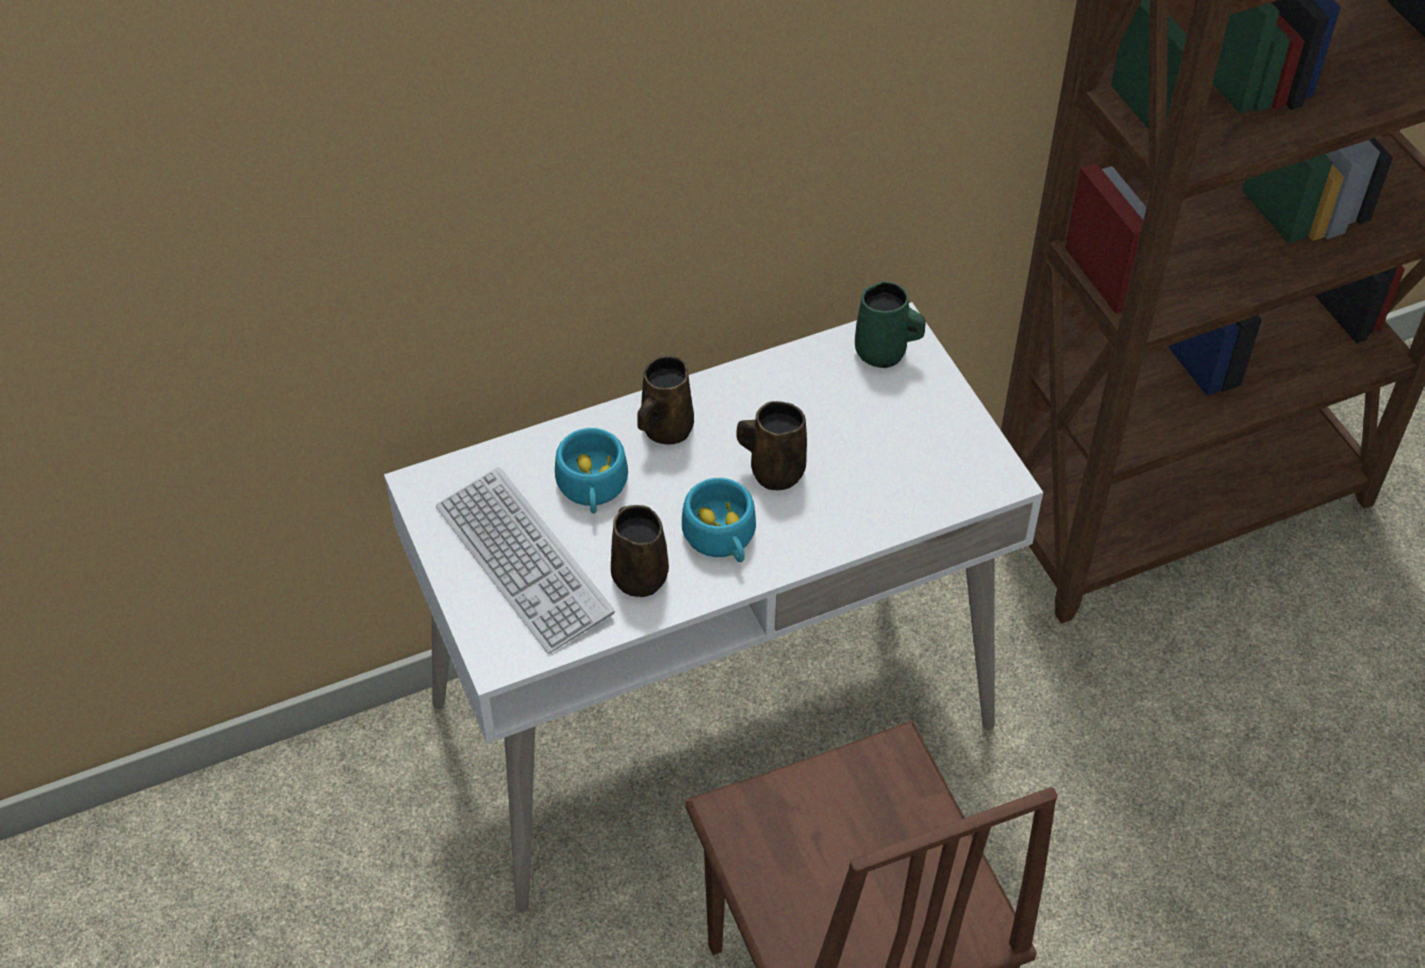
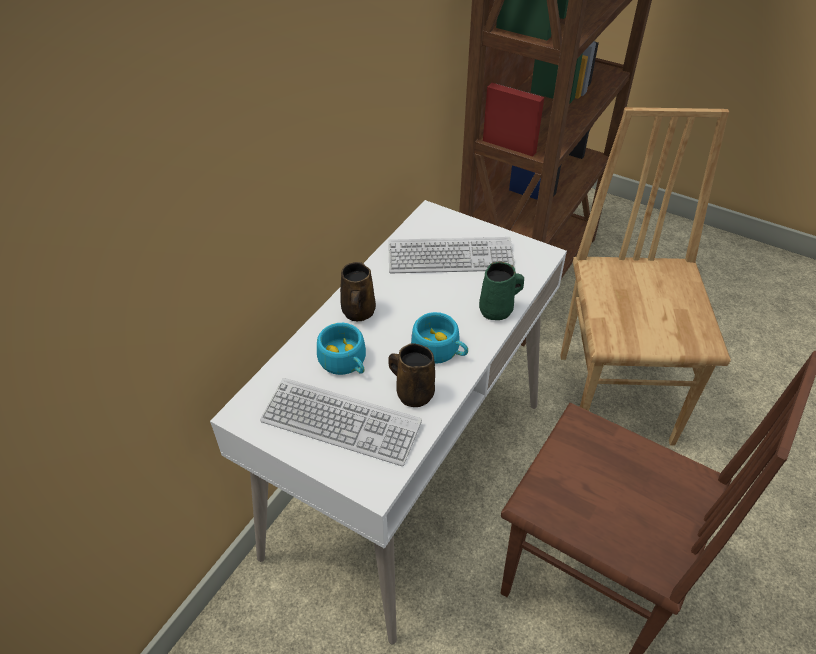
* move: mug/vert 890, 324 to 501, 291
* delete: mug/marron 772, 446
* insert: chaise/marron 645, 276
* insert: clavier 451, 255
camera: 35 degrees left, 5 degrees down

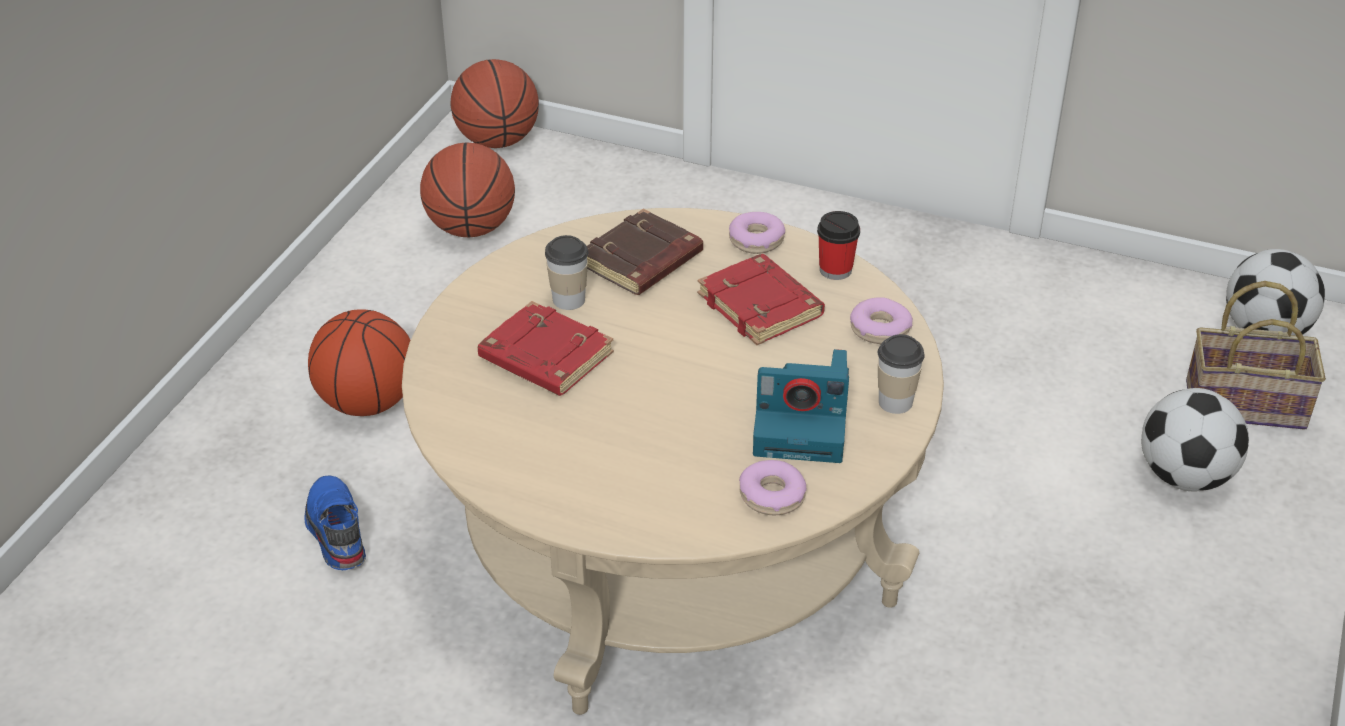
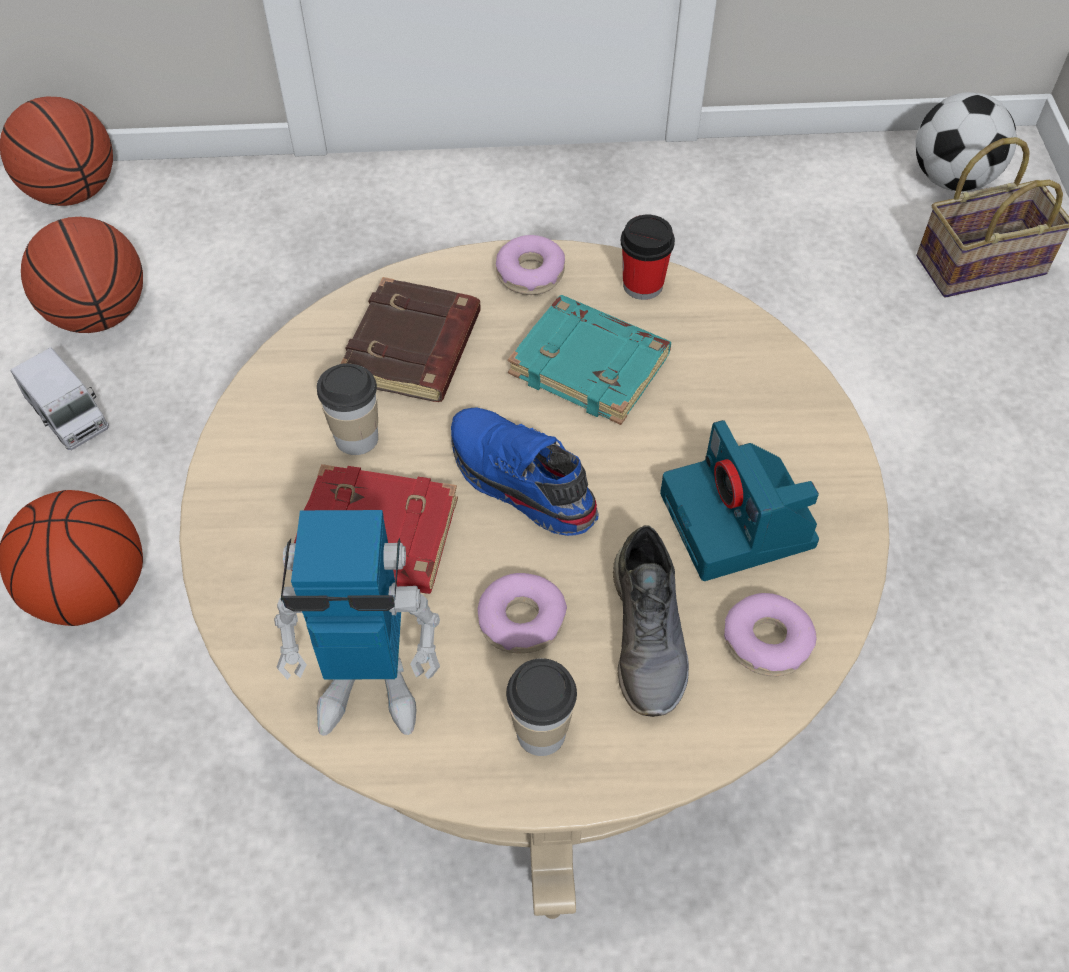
* recolor: livre/rouge 761, 299 to livre/turquoise 589, 360
* move: beignet 881, 320 to 522, 613
* move: tasse 901, 374 to 541, 707
* rotate: appareil photo 801, 406 = 739, 500 90 degrees clockwise
* delete: ballon de foot 1195, 439
* move: chaussure/bleu 335, 523 to 525, 471
* insert: camion jouet 60, 398
* insert: robot jouet 357, 623
* insert: chaussure/gris 651, 621
camera: 25 degrees left, 15 degrees up

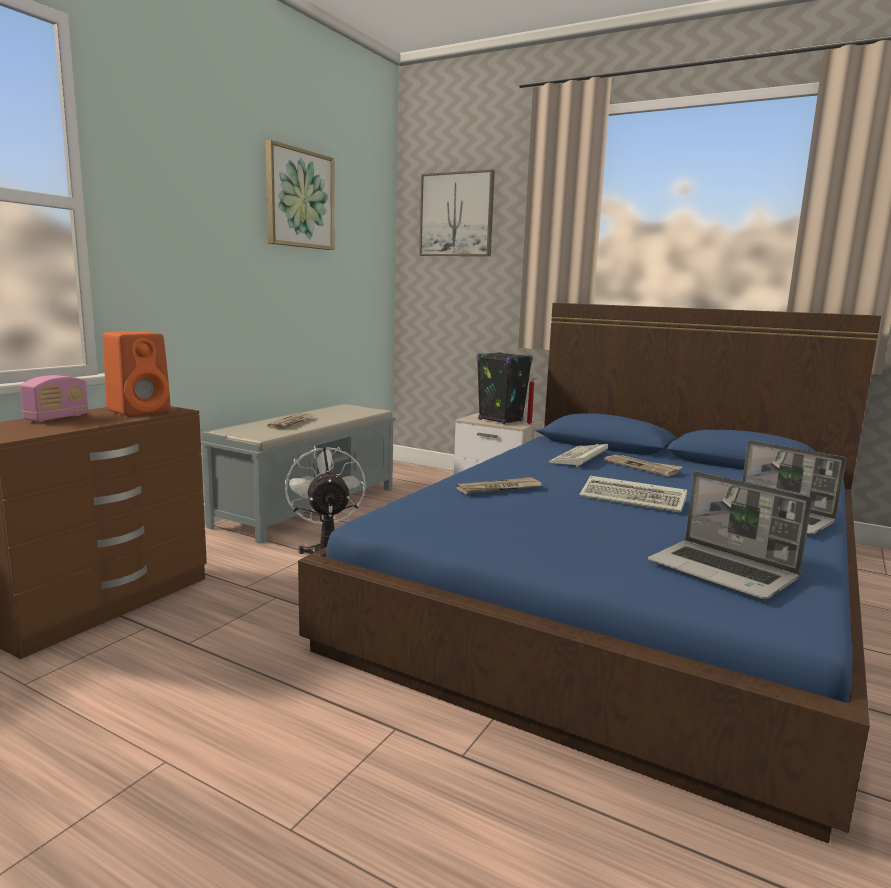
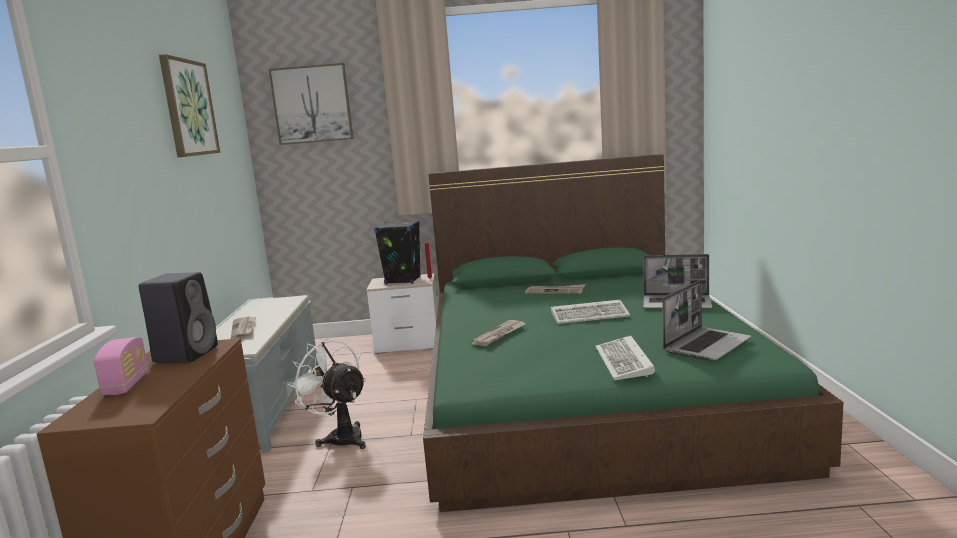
* recolor: lit/bleu 589, 573 to lit/vert 633, 333
* recolor: enceinte/orange 137, 373 to enceinte/noir 178, 317
* move: clavier 578, 455 to 625, 357
* rotate: ordinateur portable 730, 535 = 706, 320 60 degrees counterclockwise
camera: 30 degrees left, 0 degrees up

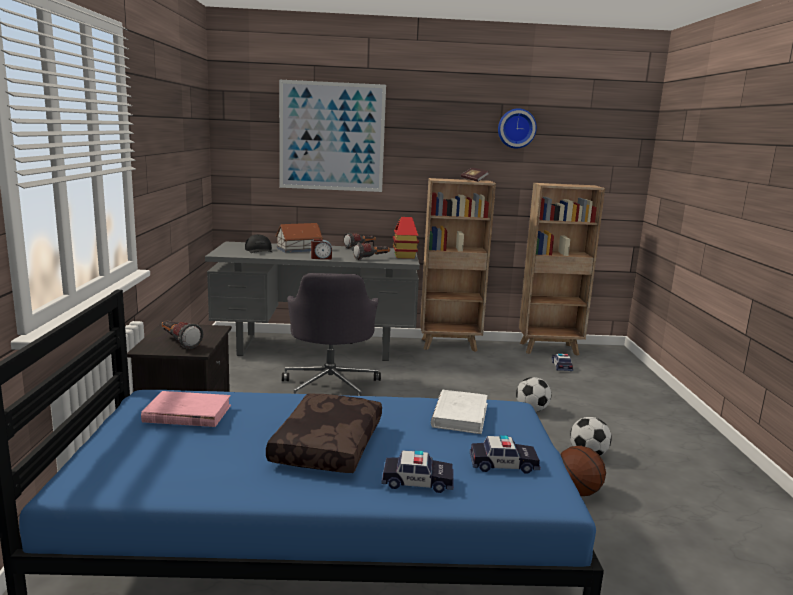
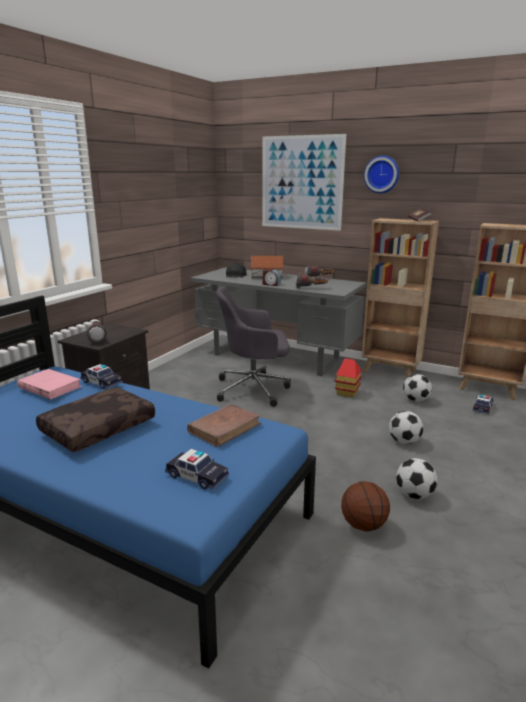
* move: horloge murale 517, 128 to 381, 174
* move: maison miniature 406, 238 to 348, 378
* rotate: chaise de bureau/gris 331, 334 = 253, 347 60 degrees clockwise
* recolor: livre/blanc 459, 412 to livre/marron 224, 425
* move: petite voiture 417, 471 to 101, 376
* insert: ballon de foot 417, 388
camera: 30 degrees right, 5 degrees up

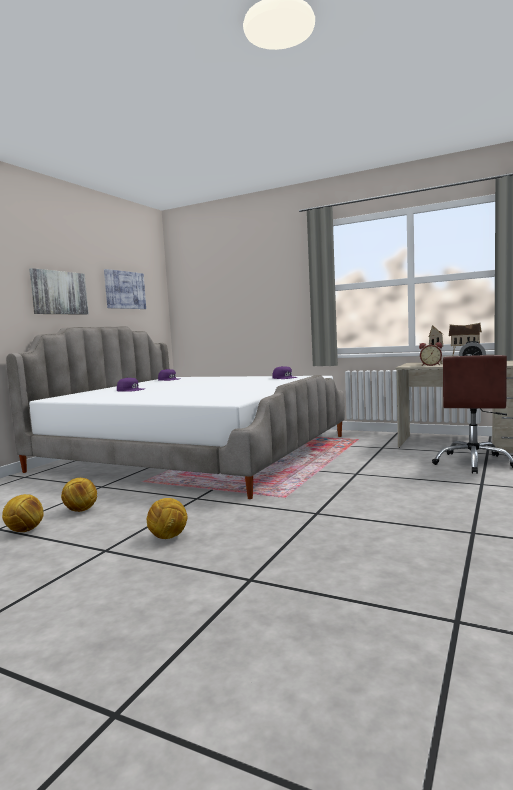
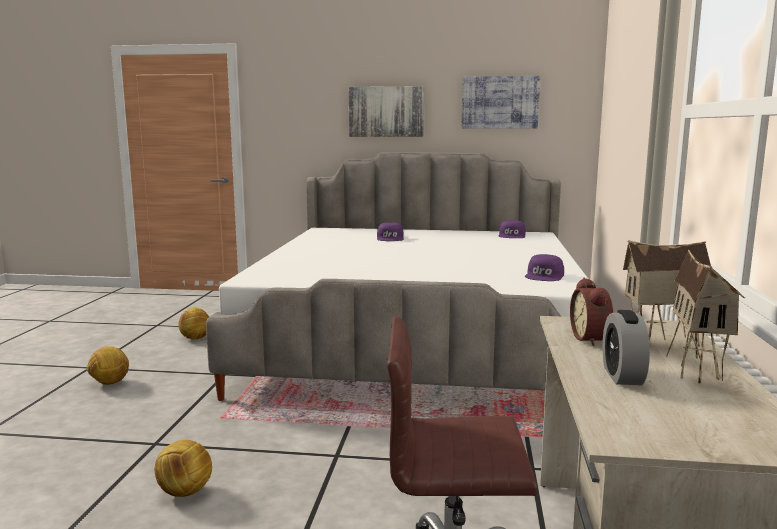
* move: ballon de foot 23, 513 to 183, 468
camera: 70 degrees right, 5 degrees up

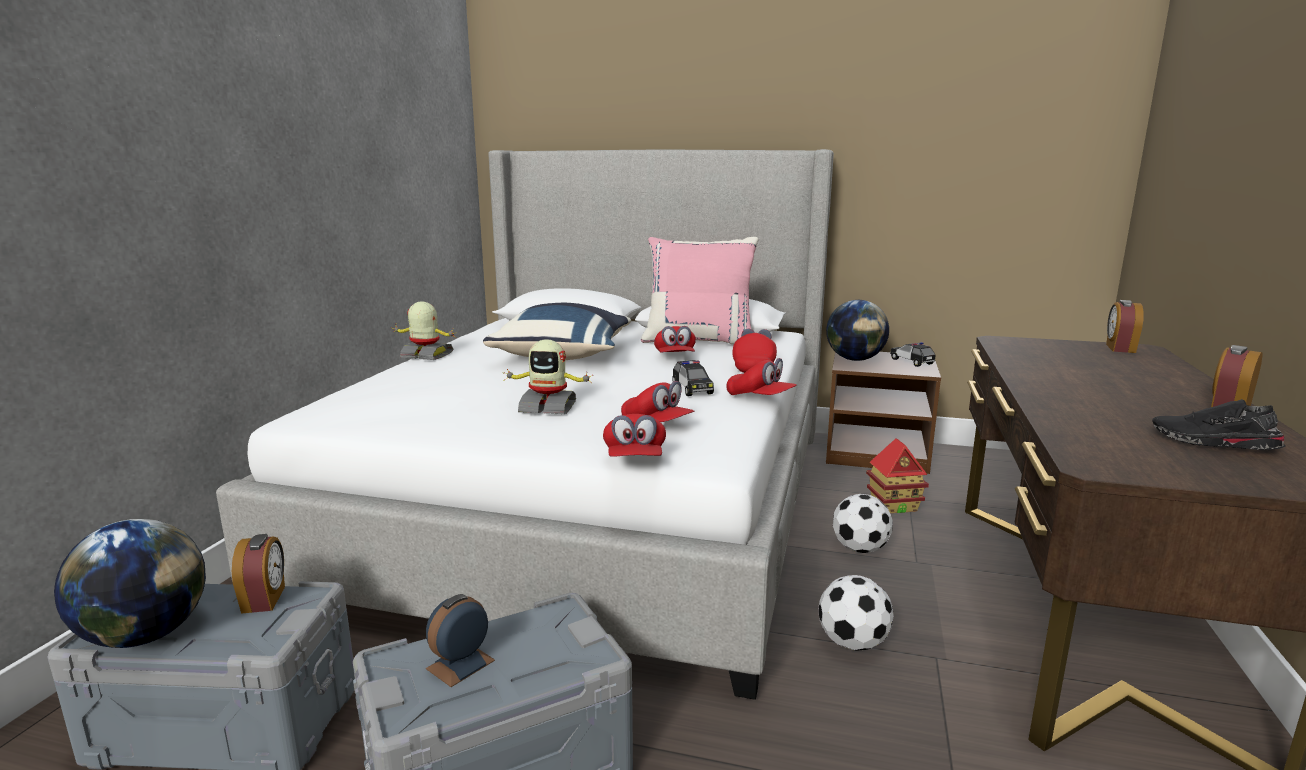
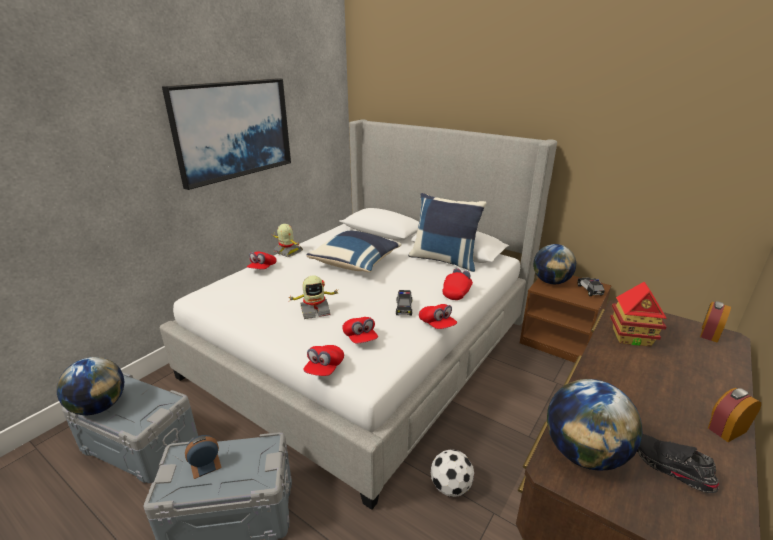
* recolor: coussin/rose 700, 290 to coussin/bleu 447, 232
* move: casquette/rouge 675, 339 to 262, 260
* rotate: robot jouet 548, 376 = 313, 297 45 degrees counterclockwise
* move: maison miniature 897, 475 to 638, 314
* delete: ballon de foot 863, 523
* delete: réveil 258, 574
* insert: tableau 226, 134
* insert: globe 594, 424
camera: 20 degrees right, 10 degrees up

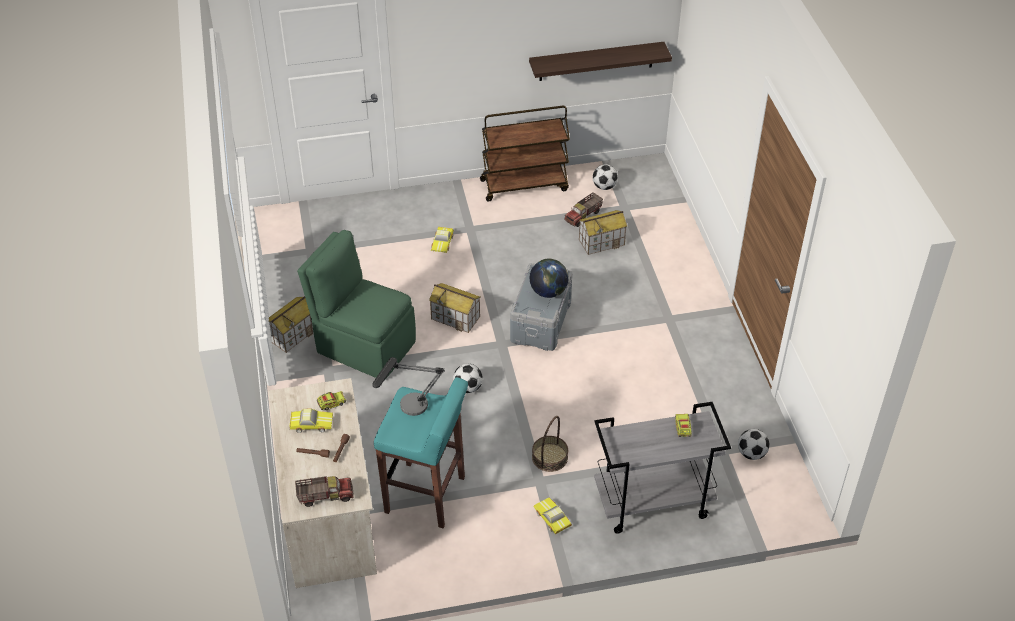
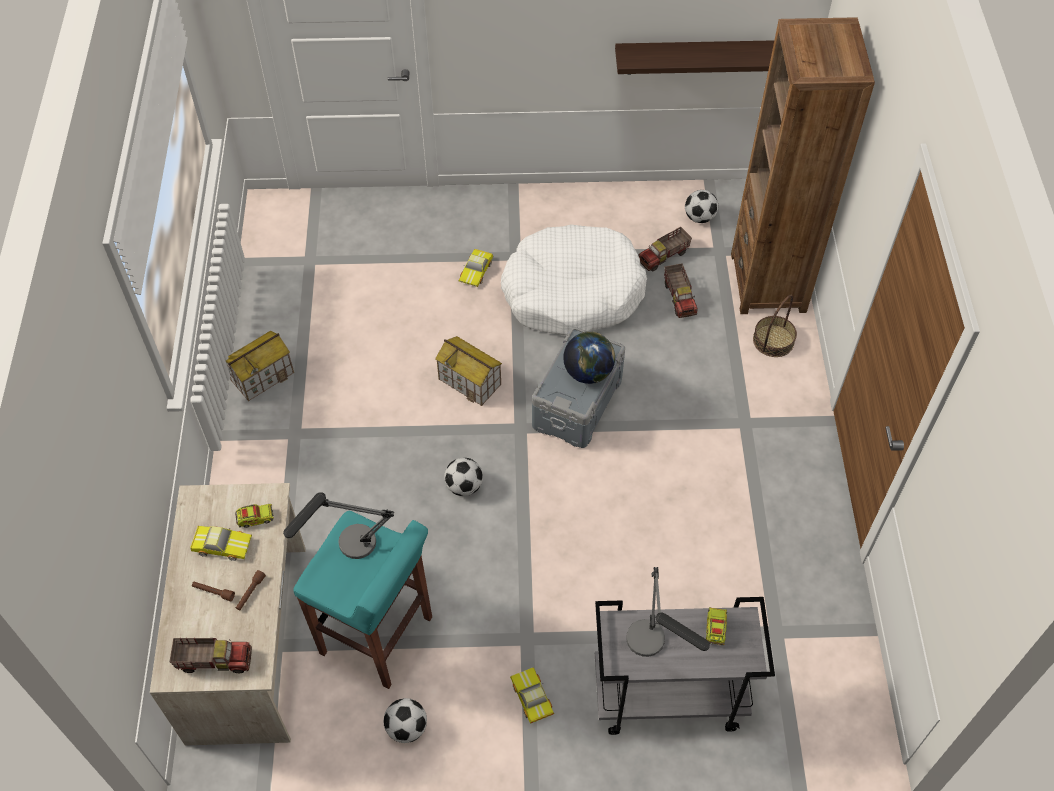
* delete: chariot/marron 525, 154
* replace: maison miniature 603, 232 to camion jouet 681, 290
* delete: chaise/vert 356, 304
* move: panier 550, 444 to 775, 326
* move: ballon de foot 753, 444 to 405, 720
* insert: bibliothèque/marron 803, 165
* insert: panier pour chien/blanc 574, 279
* insert: lampe de table 668, 612
camera: 10 degrees right, 10 degrees up

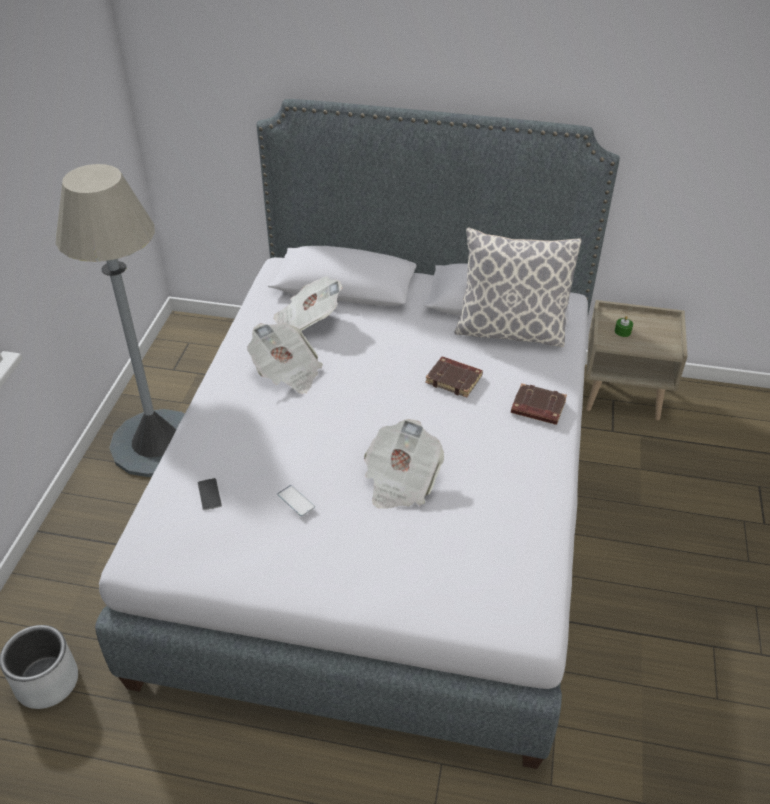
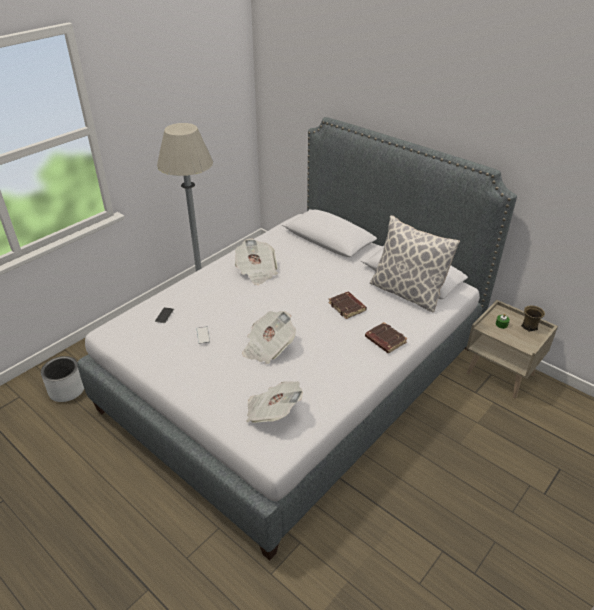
* move: journal 308, 303 to 274, 402
* insert: mug/marron 533, 319
camera: 30 degrees right, 5 degrees down

